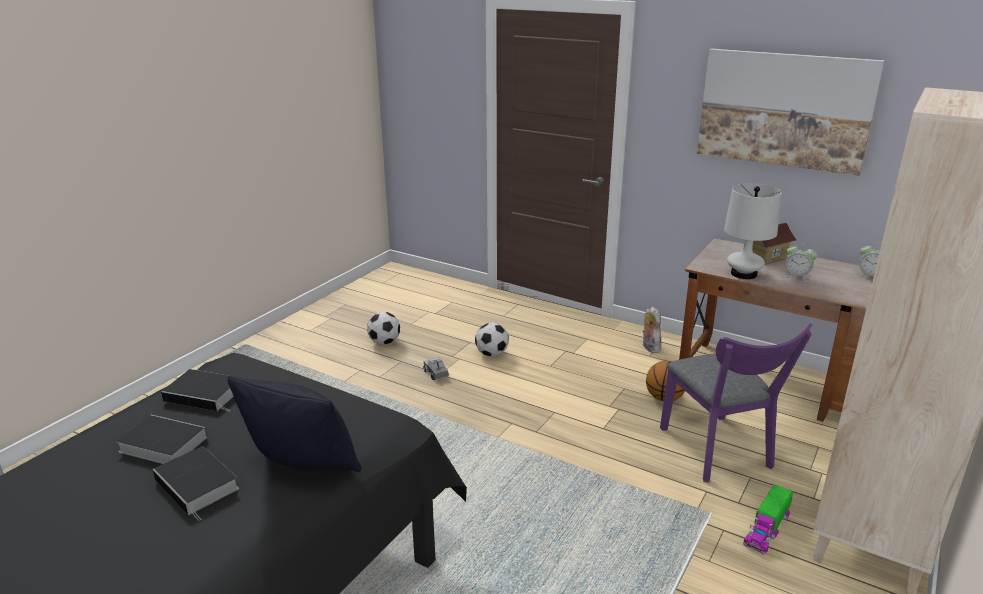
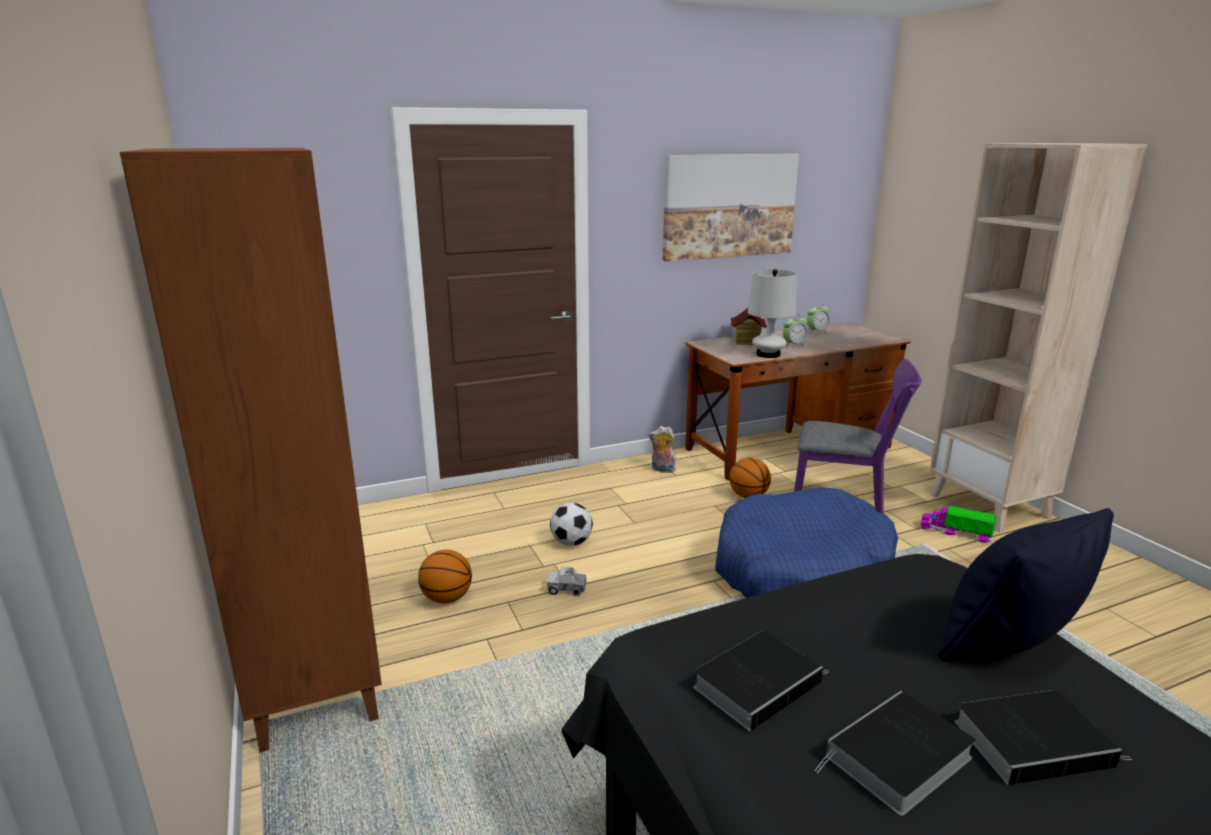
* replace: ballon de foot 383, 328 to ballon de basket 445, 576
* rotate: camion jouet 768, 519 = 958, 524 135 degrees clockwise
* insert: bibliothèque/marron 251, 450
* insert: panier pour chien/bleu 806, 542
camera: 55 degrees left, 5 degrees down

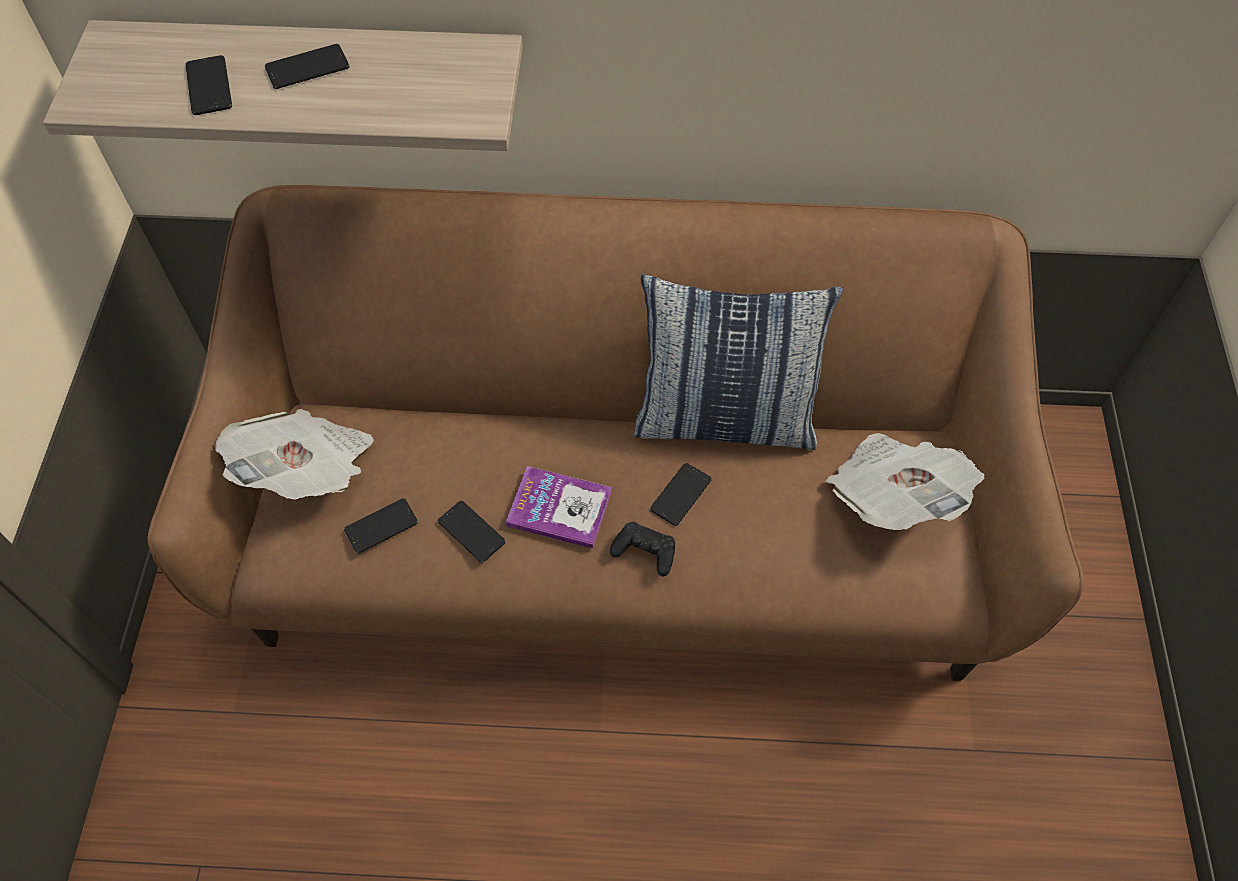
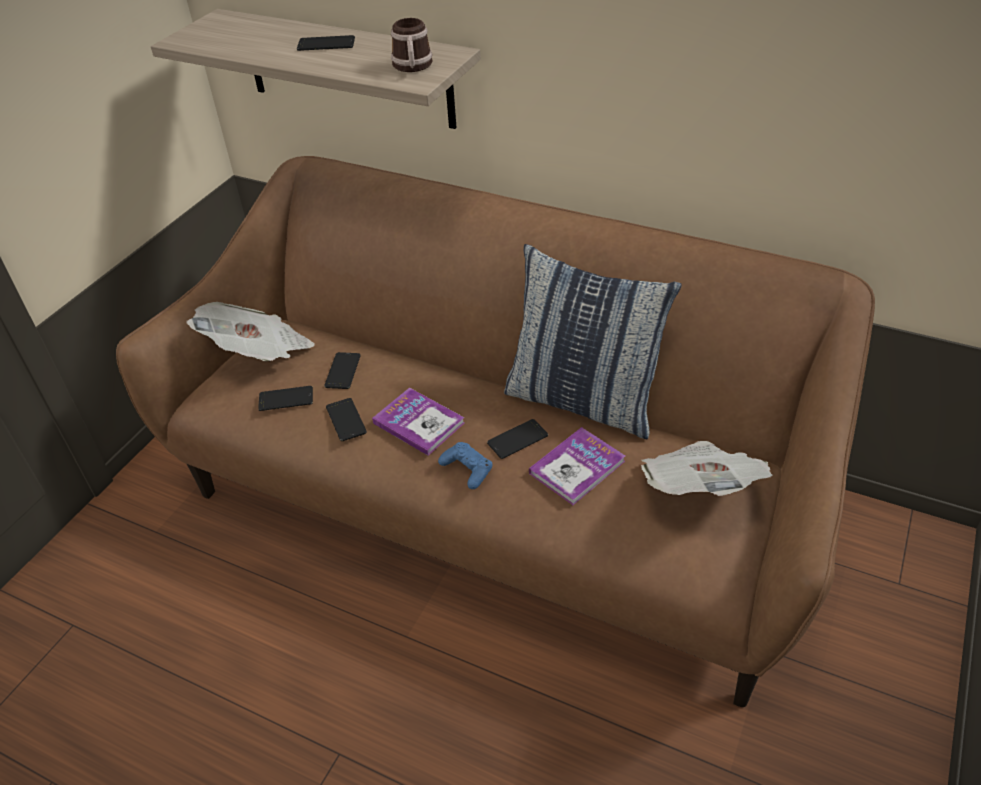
* move: téléphone 208, 85 to 342, 370
* recolor: manette/noir 642, 549 to manette/bleu 465, 465
* insert: mug 412, 45
* insert: livre 577, 466
camera: 25 degrees right, 15 degrees down

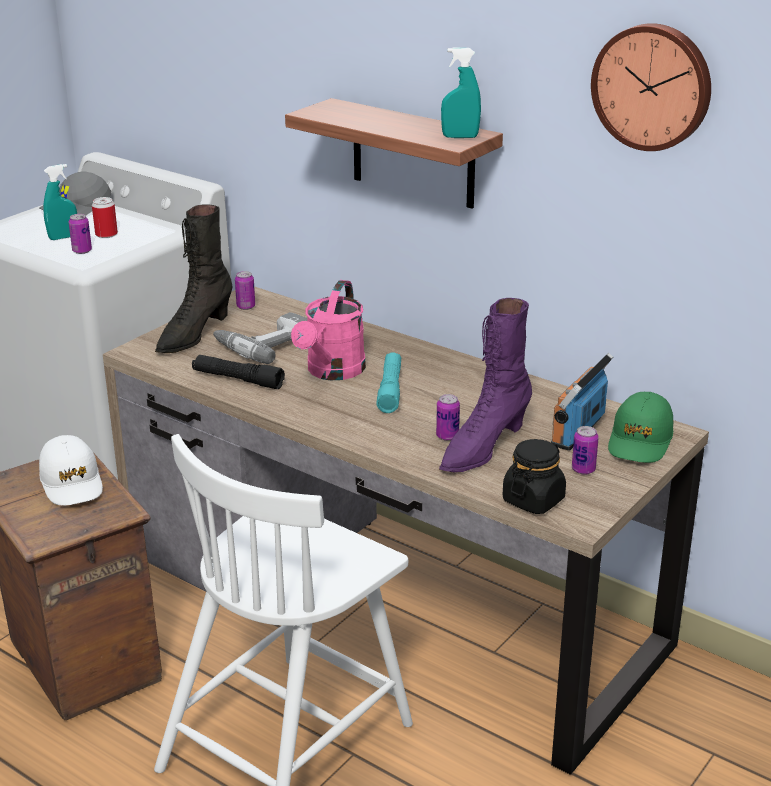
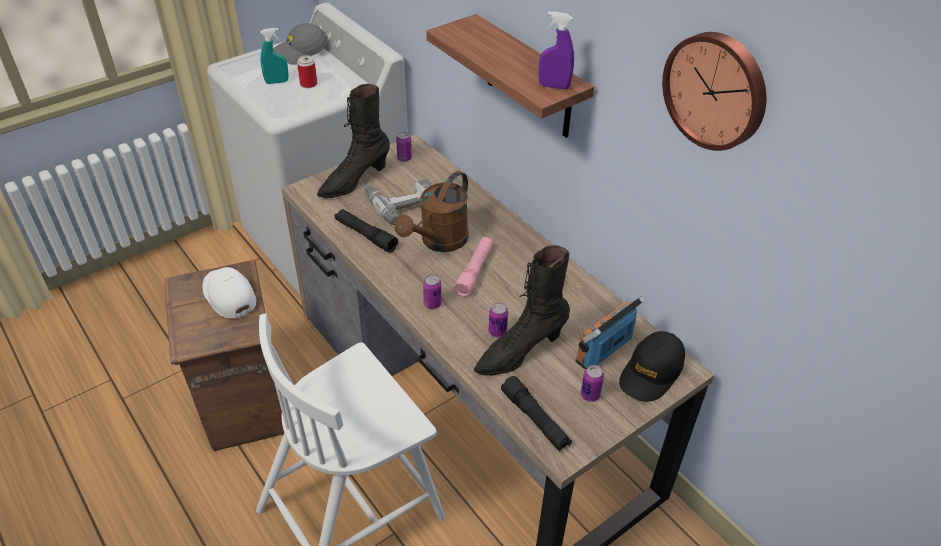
* recolor: vaporisateur/turquoise 461, 92 to vaporisateur/violet 556, 50
* move: boîte métallique 80, 234 to 432, 292
* recolor: arrosoir/rose 328, 330 to arrosoir/marron 431, 211
* recolor: botte/violet 485, 385 to botte/noir 522, 310
* recolor: lampe de poche/turquoise 388, 383 to lampe de poche/rose 474, 266
* recolor: casquette/vert 640, 427 to casquette/noir 652, 366
* rotate: casquette/blanc 71, 470 = 229, 293 150 degrees clockwise
* replace: bocal/noir 534, 476 to lampe de poche/noir 536, 414
camera: 15 degrees right, 15 degrees up

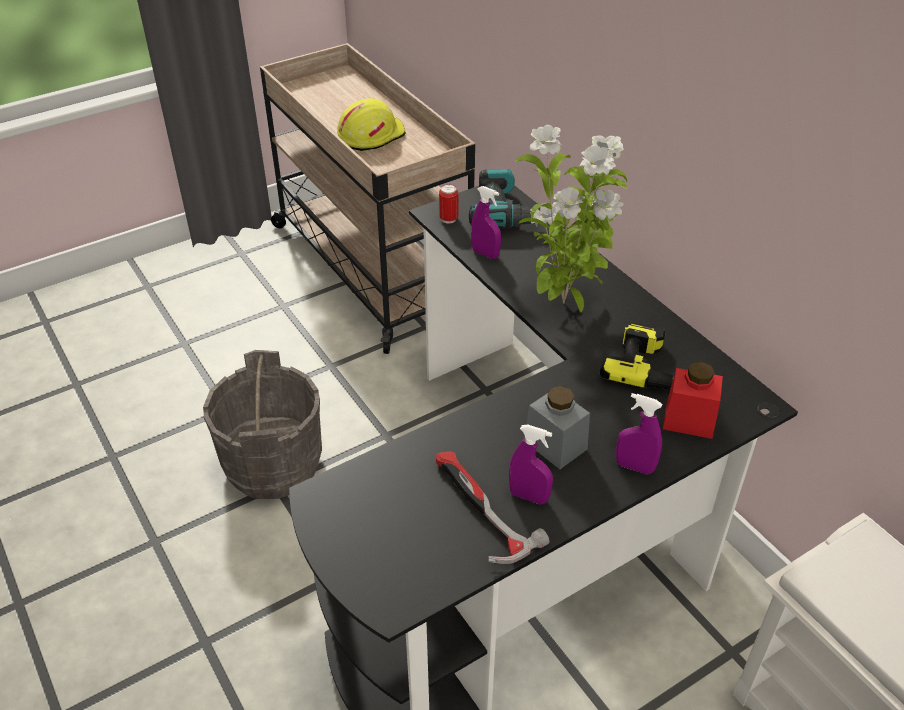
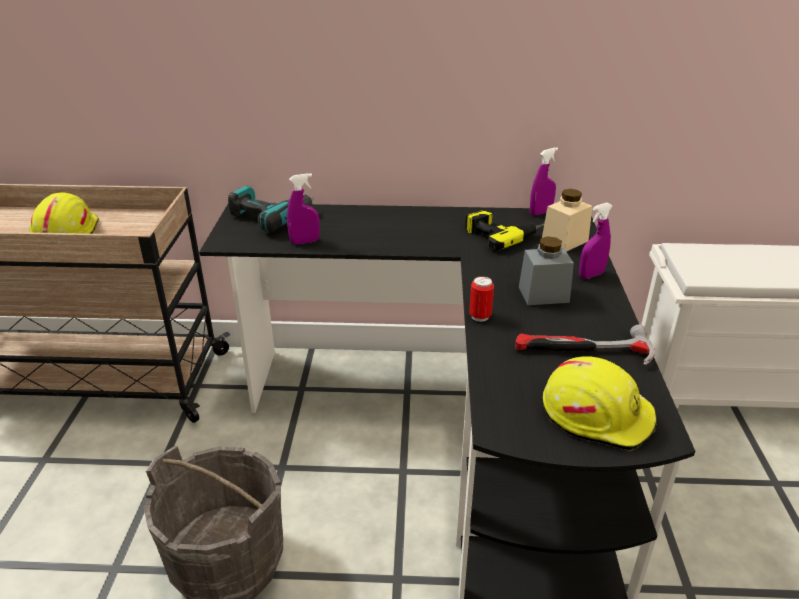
* delete: plante en pot 571, 219
* move: boîte métallique 448, 204 to 481, 299
* recolor: bocal/rouge 693, 400 to bocal/beige 567, 220
* move: vaporisateur/violet 531, 465 to 544, 182
* insert: casque de chantier/jaune 600, 403
camera: 55 degrees left, 10 degrees down

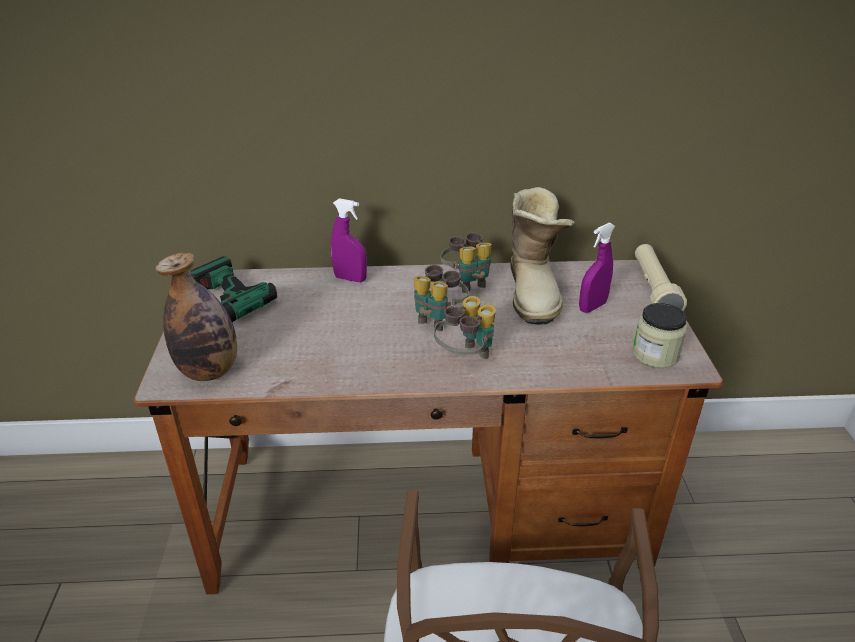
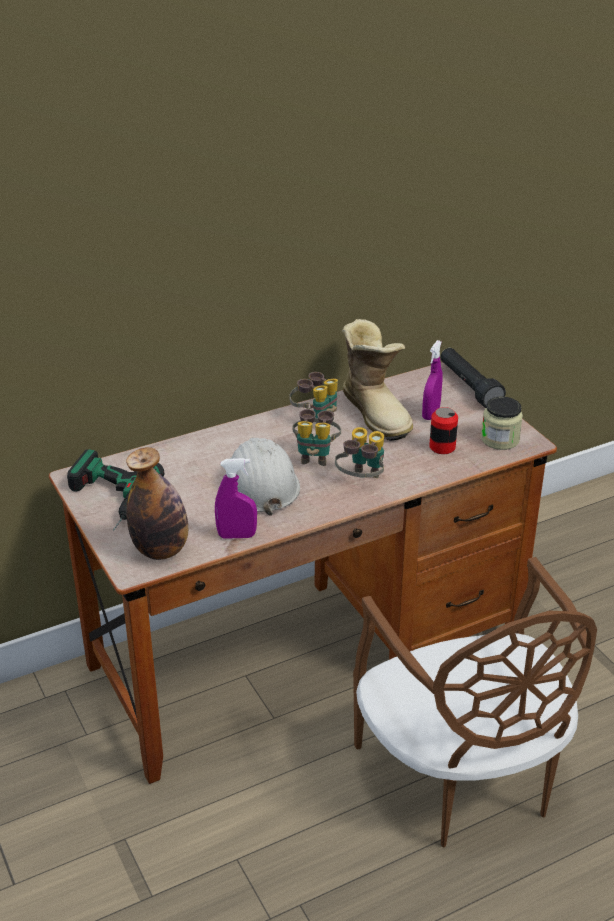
* move: vaporisateur/violet 349, 240 to 236, 498
* recolor: lampe de poche/beige 661, 277 to lampe de poche/noir 473, 378
* insert: boîte métallique 443, 430
* insert: casque de chantier/blanc 263, 477
camera: 25 degrees left, 0 degrees up

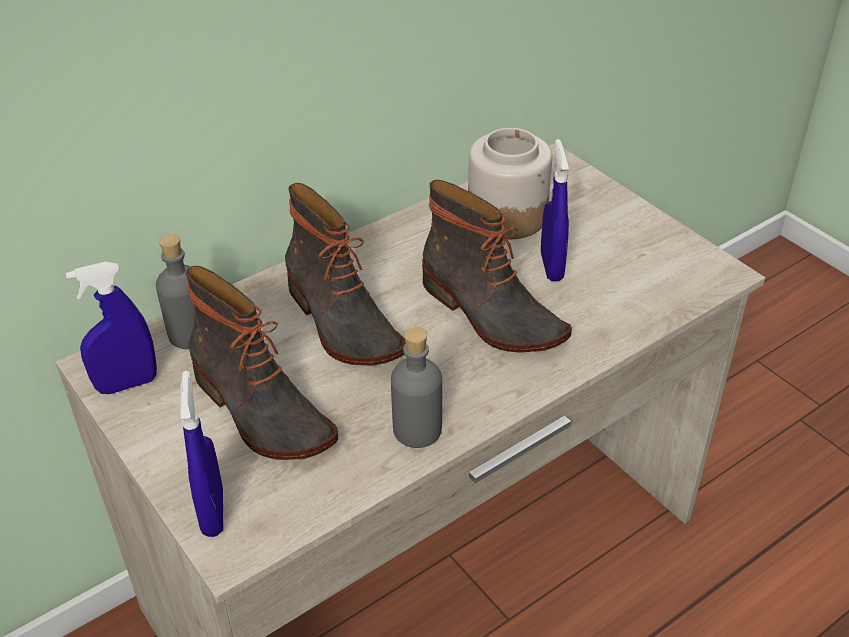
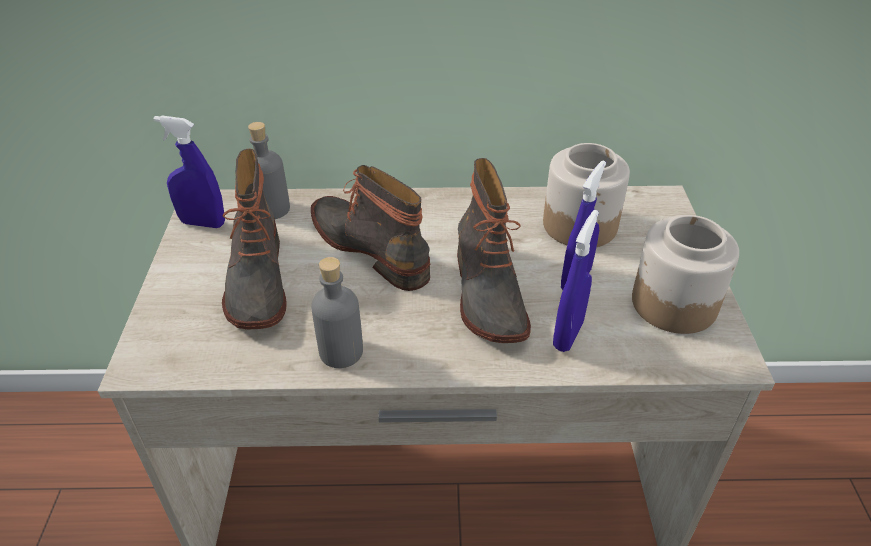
* rotate: botte 345, 274 = 371, 228 135 degrees clockwise
* move: vaporisateur/bleu 201, 454 to 576, 281
* insert: bocal 685, 274
camera: 35 degrees right, 0 degrees up

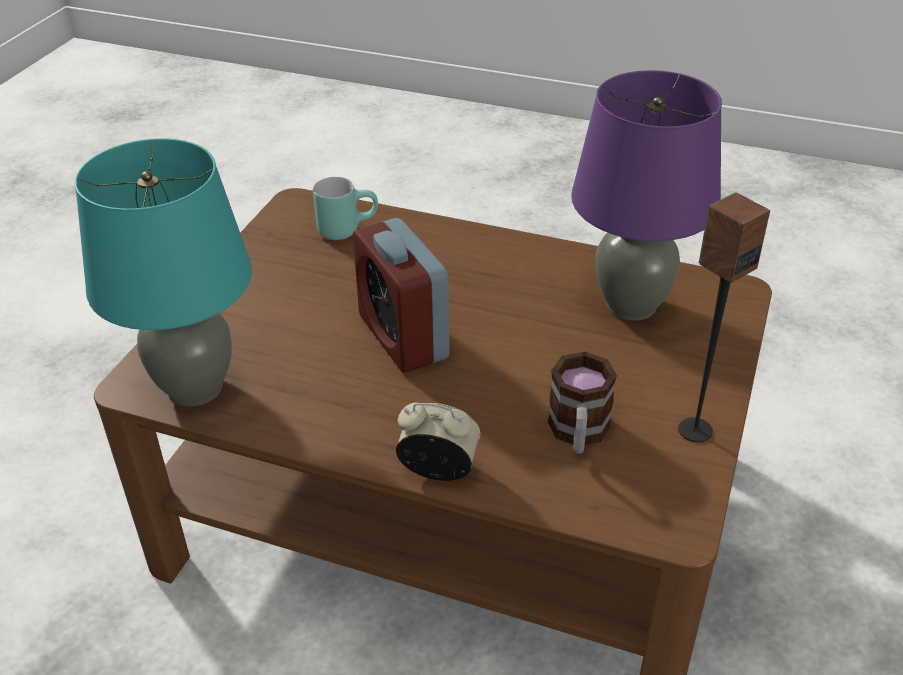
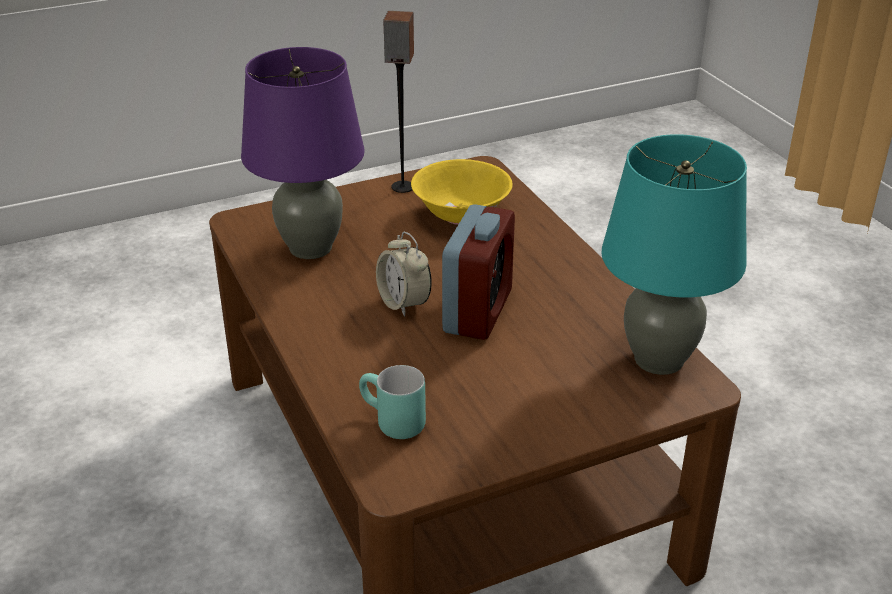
* replace: mug 582, 403 to bol/jaune 462, 192
* move: réveil 438, 442 to 404, 274
camera: 135 degrees left, 5 degrees down

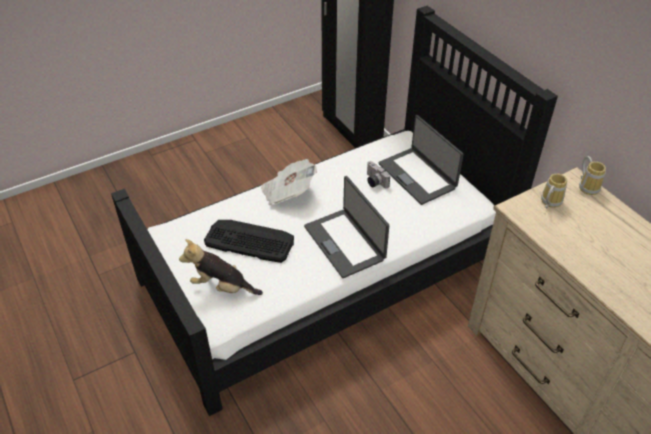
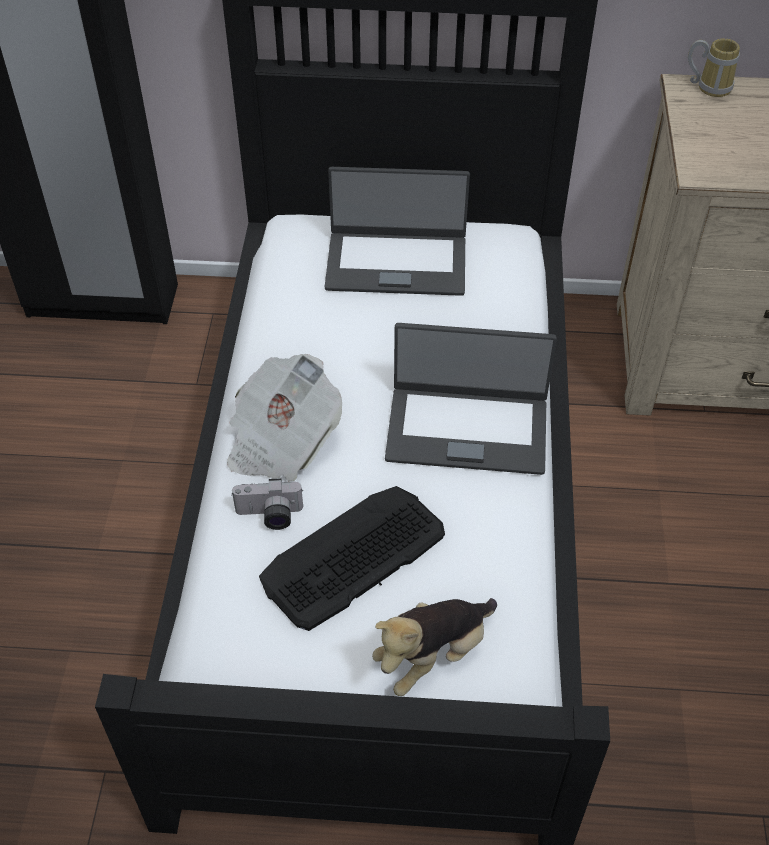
* move: appareil photo 378, 174 to 267, 504
* delete: mug 554, 190
camera: 55 degrees left, 5 degrees up

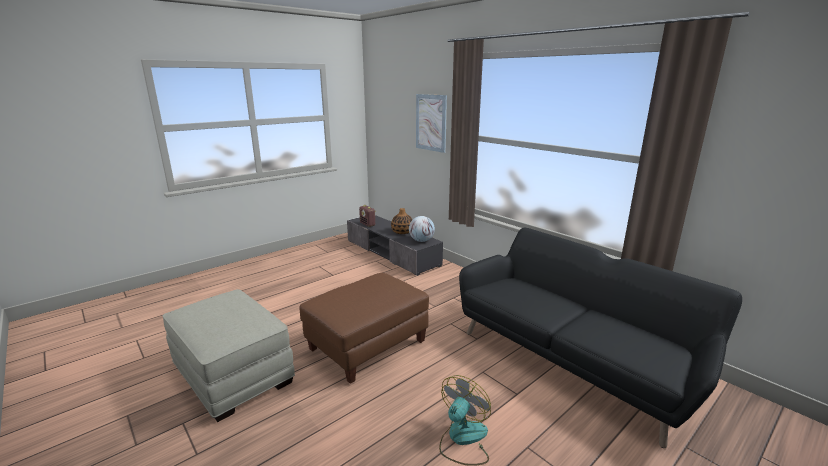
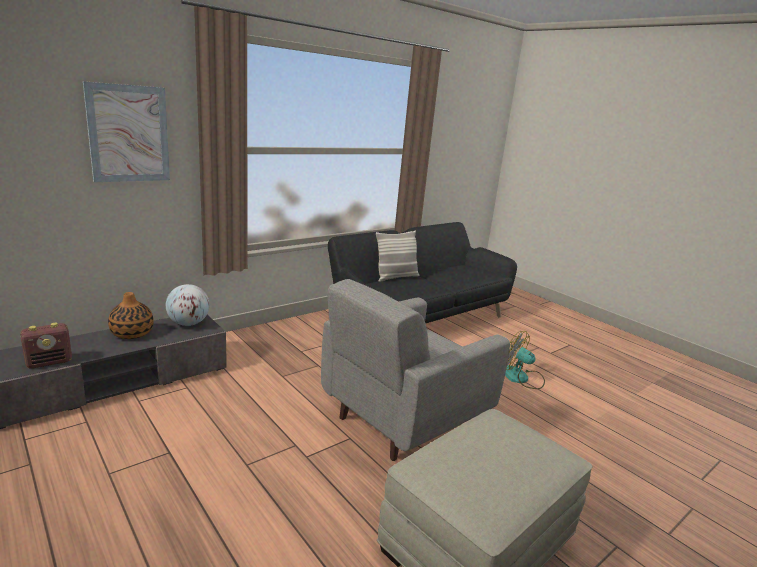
* replace: pouf/marron 364, 328 to fauteuil/gris 415, 370
* insert: coussin 398, 256
camera: 90 degrees left, 0 degrees up

